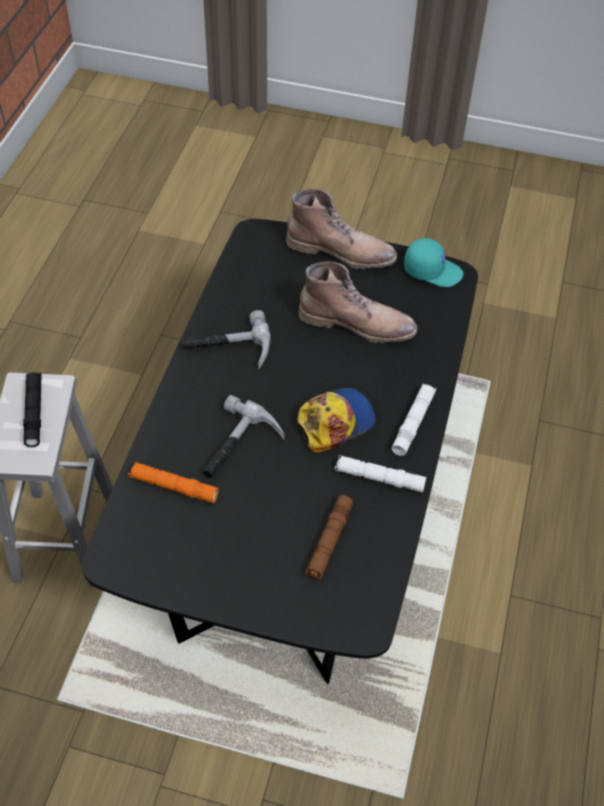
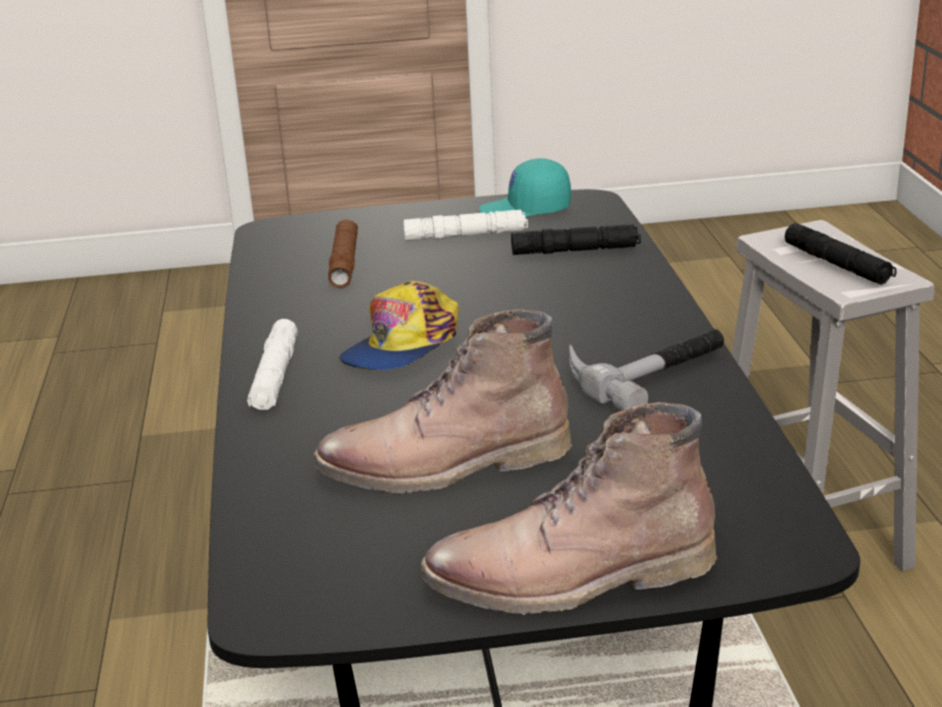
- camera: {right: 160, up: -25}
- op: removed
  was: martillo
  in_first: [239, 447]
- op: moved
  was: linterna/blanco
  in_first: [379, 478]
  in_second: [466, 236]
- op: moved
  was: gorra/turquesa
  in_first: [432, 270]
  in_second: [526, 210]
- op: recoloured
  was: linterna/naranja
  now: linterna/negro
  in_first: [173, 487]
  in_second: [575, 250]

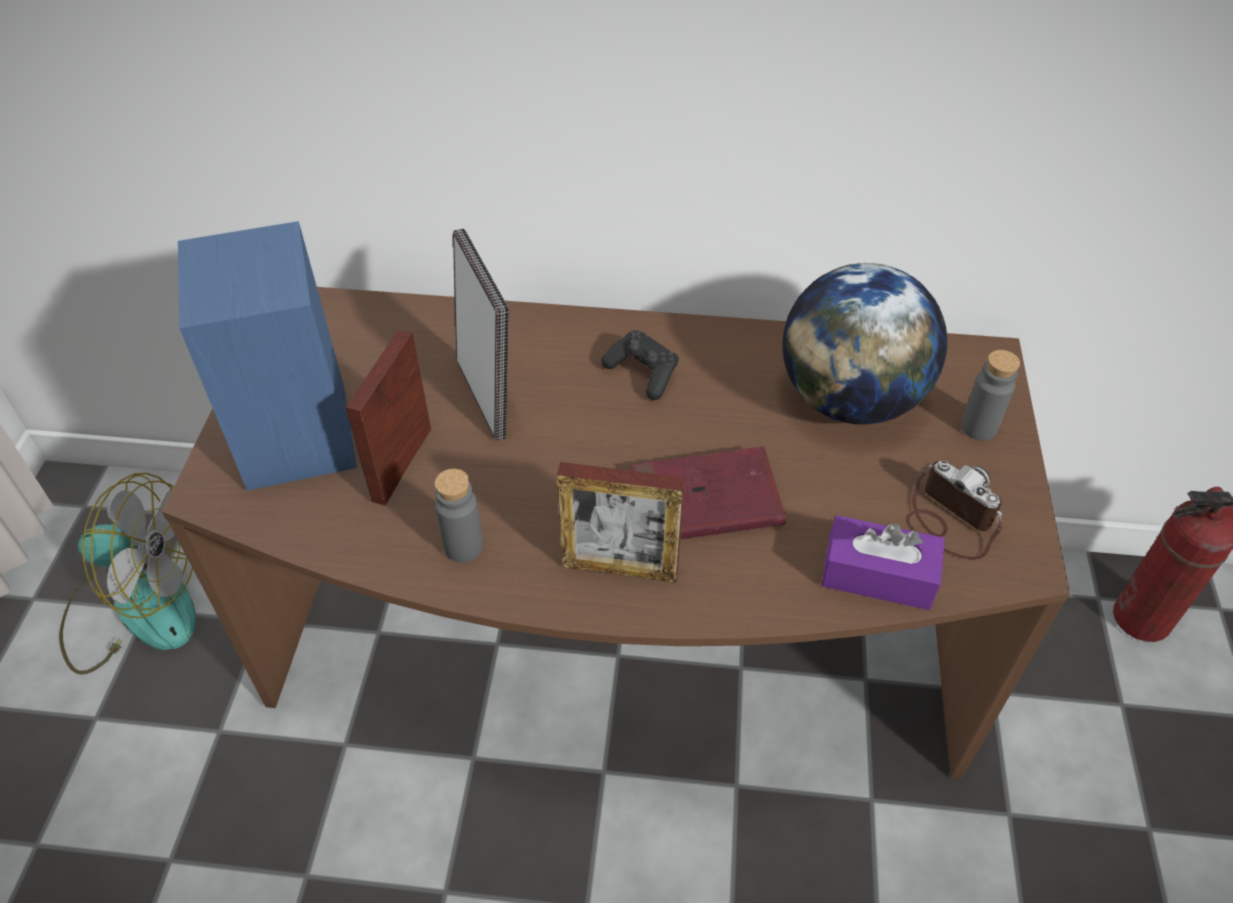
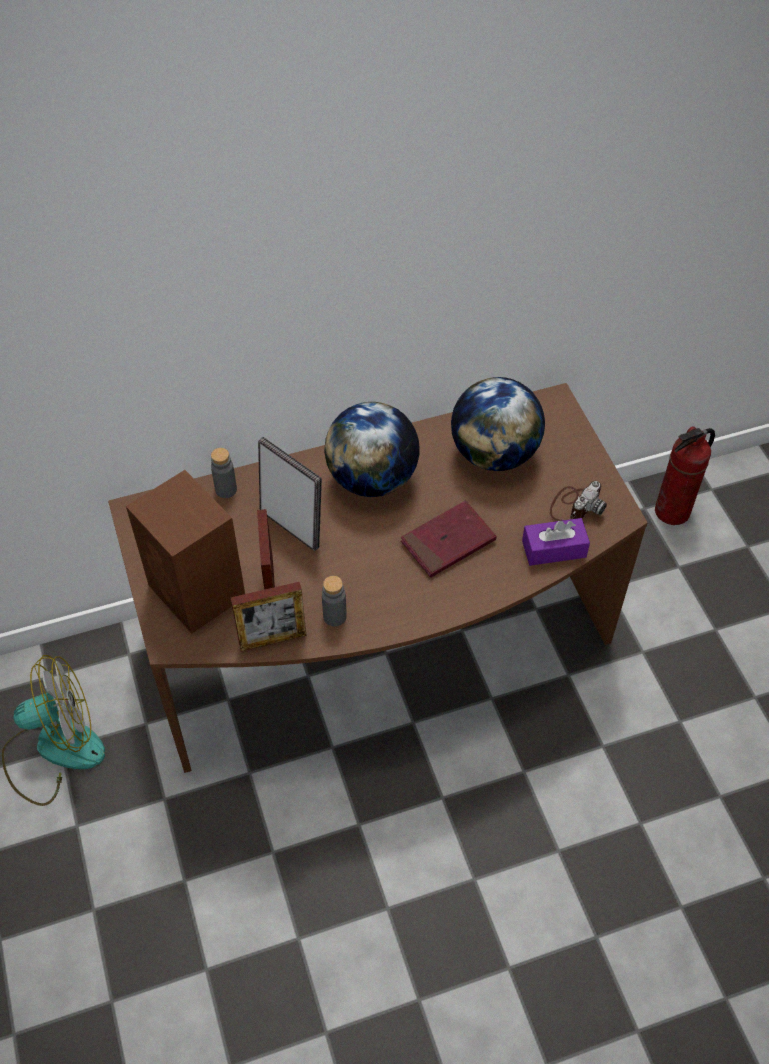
- camera: {right: -25, up: 5}
- op: moved
  was: portarretratos
  in_first: [620, 568]
  in_second: [272, 639]
- op: moved
  was: botella/gris
  in_first: [978, 427]
  in_second: [226, 490]
- op: replaced
  was: mando de consola/negro
  now: globo terráqueo
  in_first: [643, 373]
  in_second: [372, 479]
- op: recoloured
  was: altavoz/azul
  now: altavoz/marrón
  in_first: [297, 438]
  in_second: [198, 592]
- op: turned
  was: cámara
  in_first: [949, 520]
  in_second: [575, 505]
  clockwise: 105

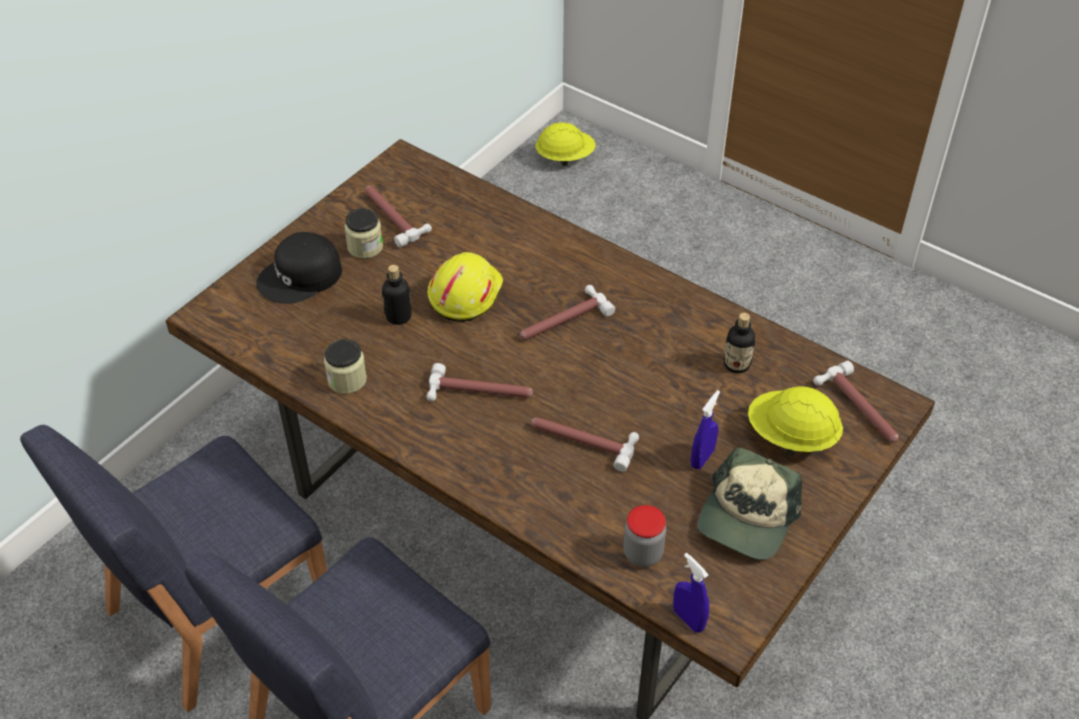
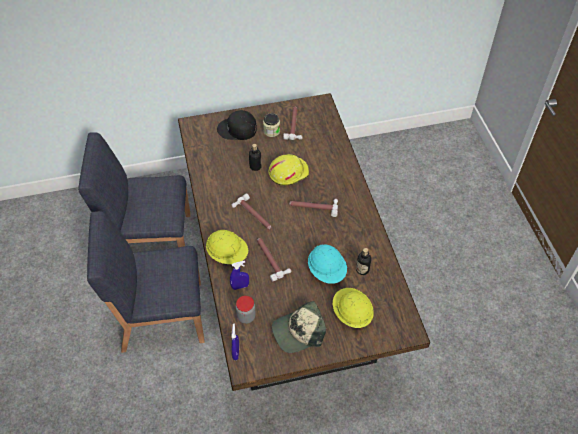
- camera: {right: 40, up: 5}
- op: removed
  was: tarro
  in_first: [347, 380]
- op: removed
  was: martillo
  in_first: [859, 409]
- op: added
  now: casco/turquesa
  in_second: [327, 271]
- op: moved
  was: casco/amarillo
  in_first: [565, 157]
  in_second: [228, 254]
- op: moved
  was: pulverizador/azul
  in_first: [702, 458]
  in_second: [240, 286]

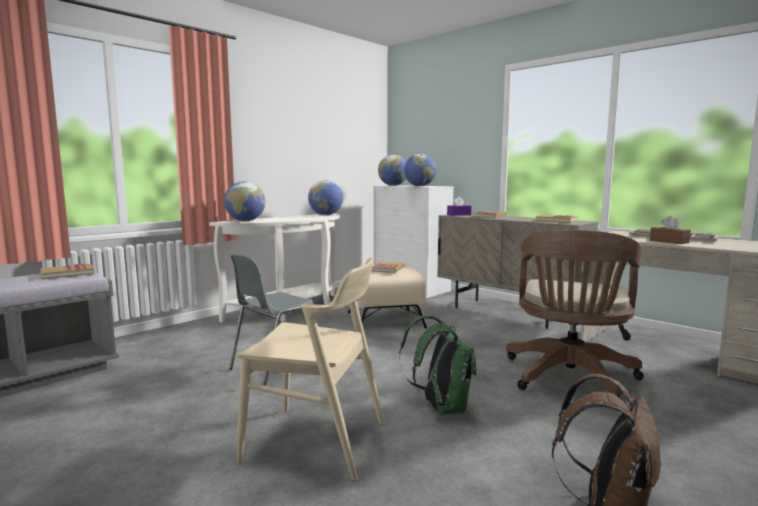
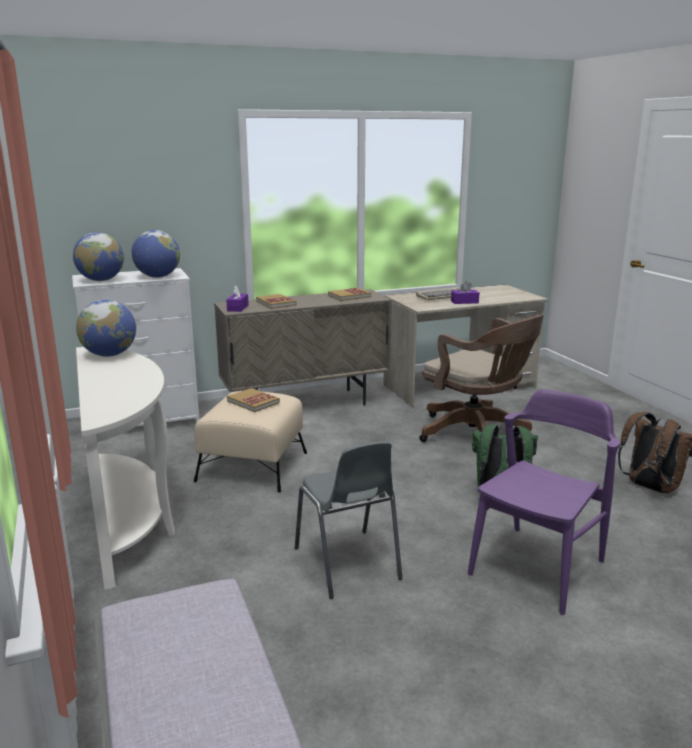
- camera: {right: -65, up: 10}
- op: removed
  was: libro
  in_first: [67, 273]
- op: removed
  was: globo terráqueo
  in_first: [245, 221]
- op: recoloured
  was: silla/beis
  now: silla/morado
  in_first: [316, 441]
  in_second: [537, 568]
- op: recoloured
  was: caja de pañuelos/marrón
  now: caja de pañuelos/morado
  in_first: [669, 241]
  in_second: [464, 302]

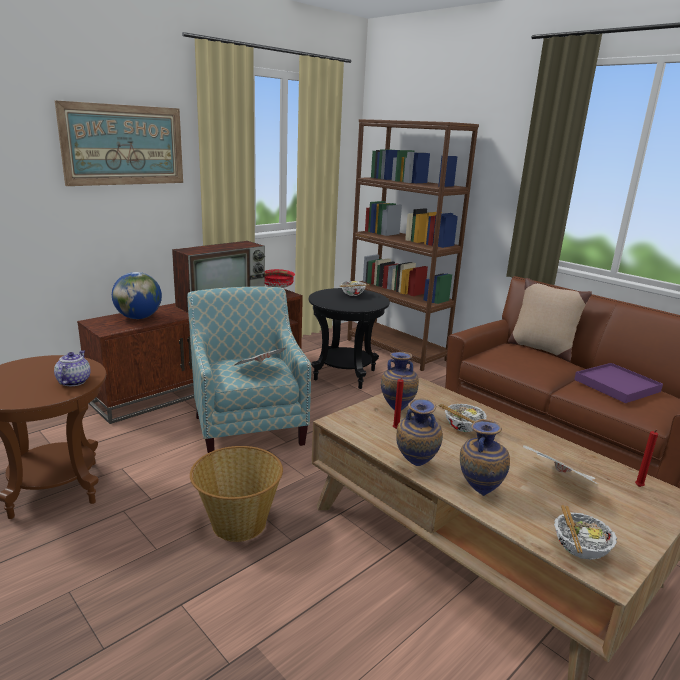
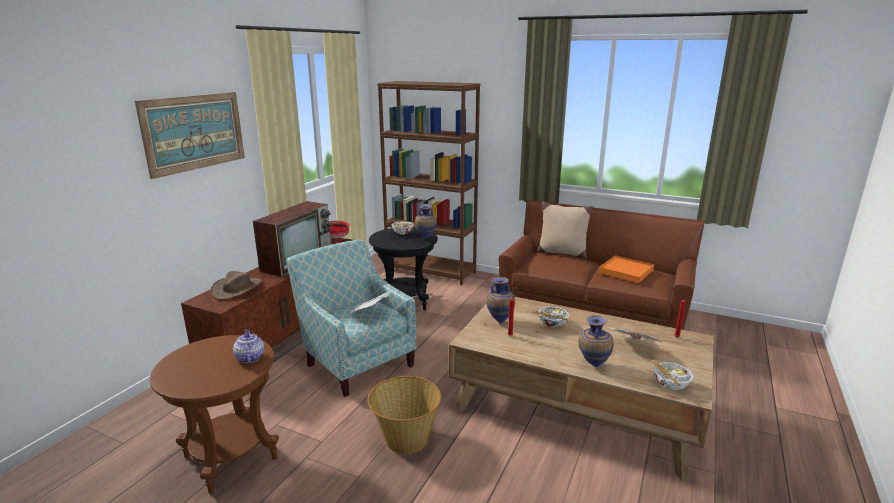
- camera: {right: -20, up: 0}
- op: moved
  was: florero
  in_first: [415, 466]
  in_second: [425, 238]
- op: replaced
  was: globo terráqueo
  now: sombrero/marrón
  in_first: [138, 317]
  in_second: [237, 288]
- op: recoloured
  was: bandeja/morado
  now: bandeja/naranja
  in_first: [617, 385]
  in_second: [626, 271]

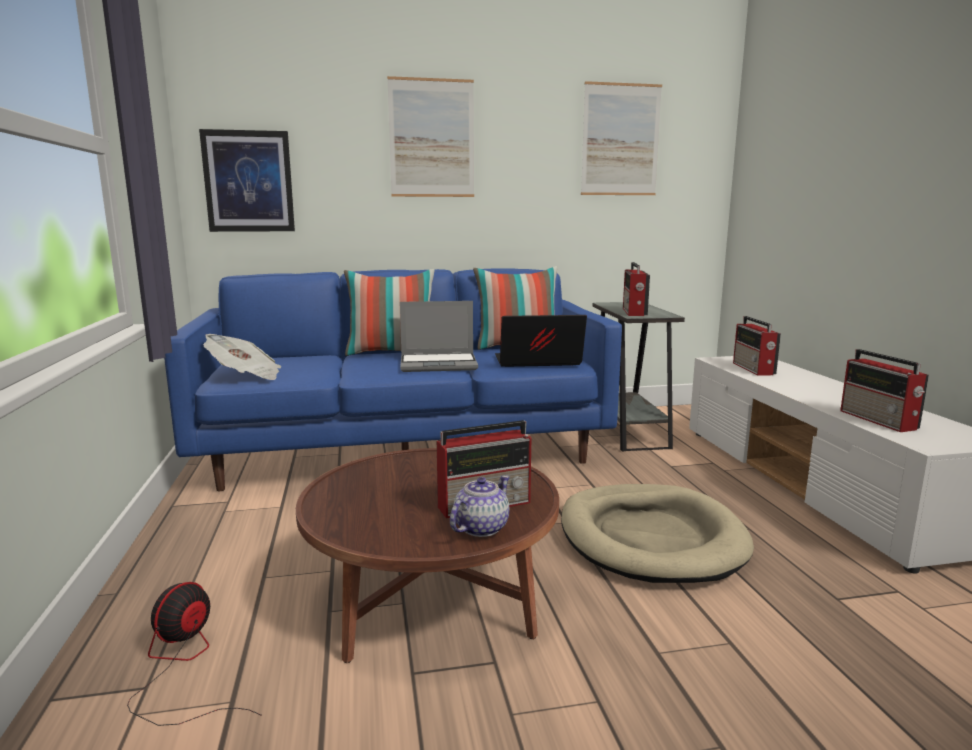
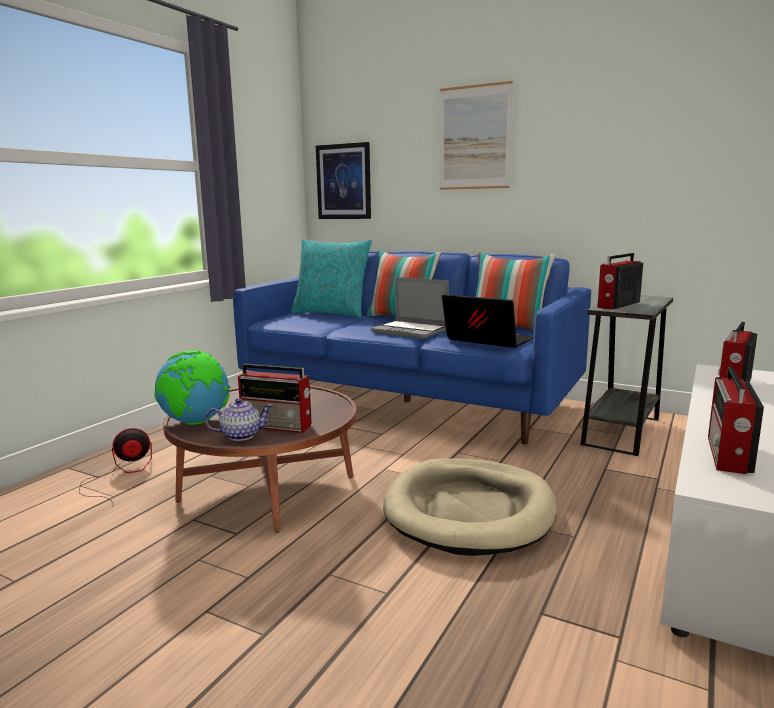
- camera: {right: 40, up: 0}
- op: removed
  was: periódico
  in_first: [246, 376]
- op: removed
  was: cuadro
  in_first: [620, 140]
- op: added
  now: globo terráqueo
  in_second: [195, 422]
- op: added
  now: cojín/turquesa
  in_second: [331, 313]

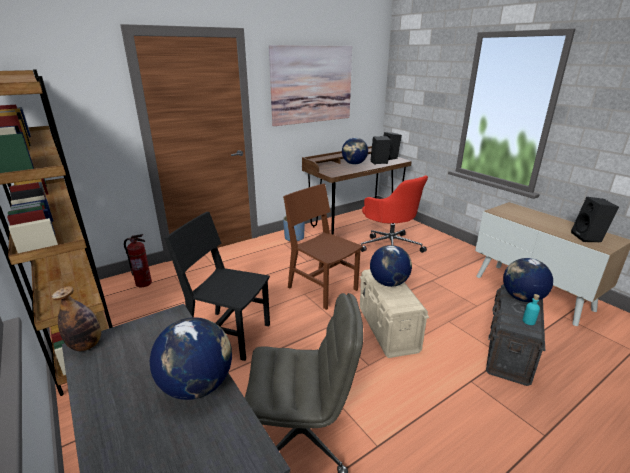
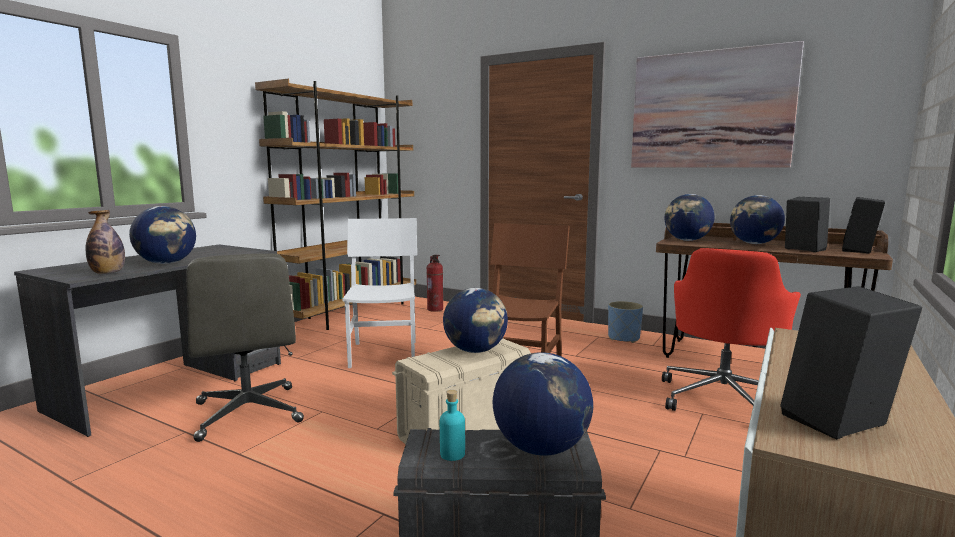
- camera: {right: 65, up: -15}
- op: added
  now: globo terráqueo
  in_second: [687, 240]
- op: moved
  was: botella
  in_first: [86, 345]
  in_second: [108, 273]
- op: recoloured
  was: silla/negro
  now: silla/blanco
  in_first: [229, 334]
  in_second: [384, 354]

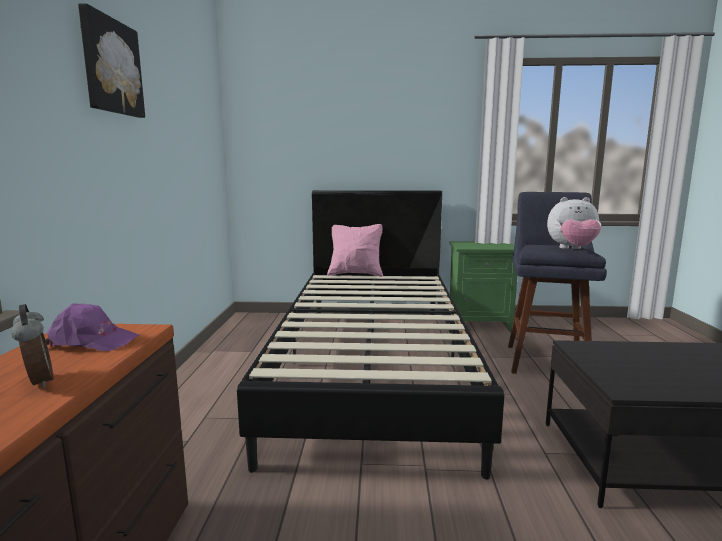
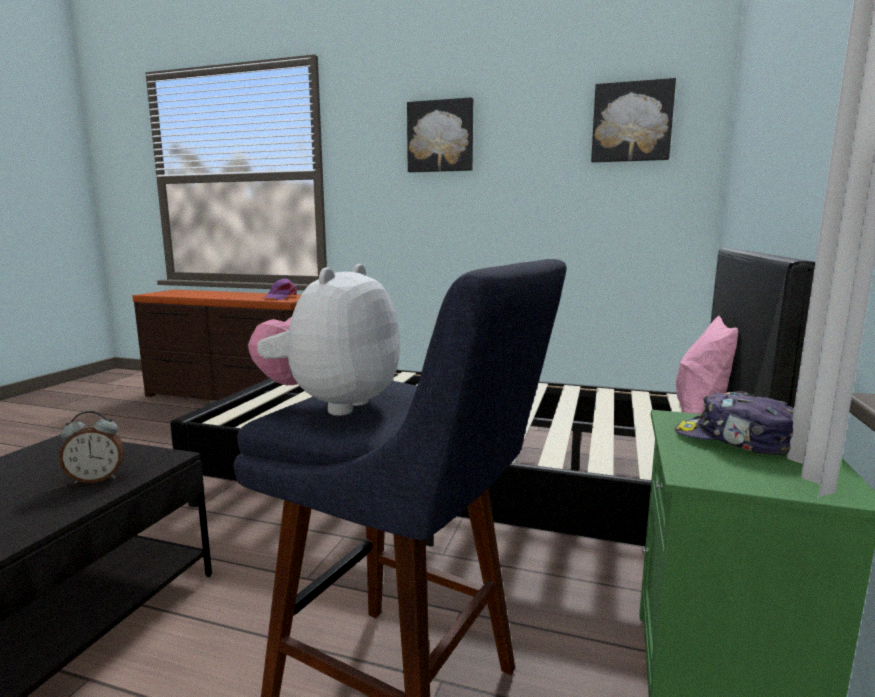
- camera: {right: 105, up: 0}
- op: added
  now: cuadro
  in_second: [631, 122]
- op: added
  now: gorra
  in_second: [734, 441]
- op: moved
  was: despertador
  in_first: [38, 382]
  in_second: [96, 479]

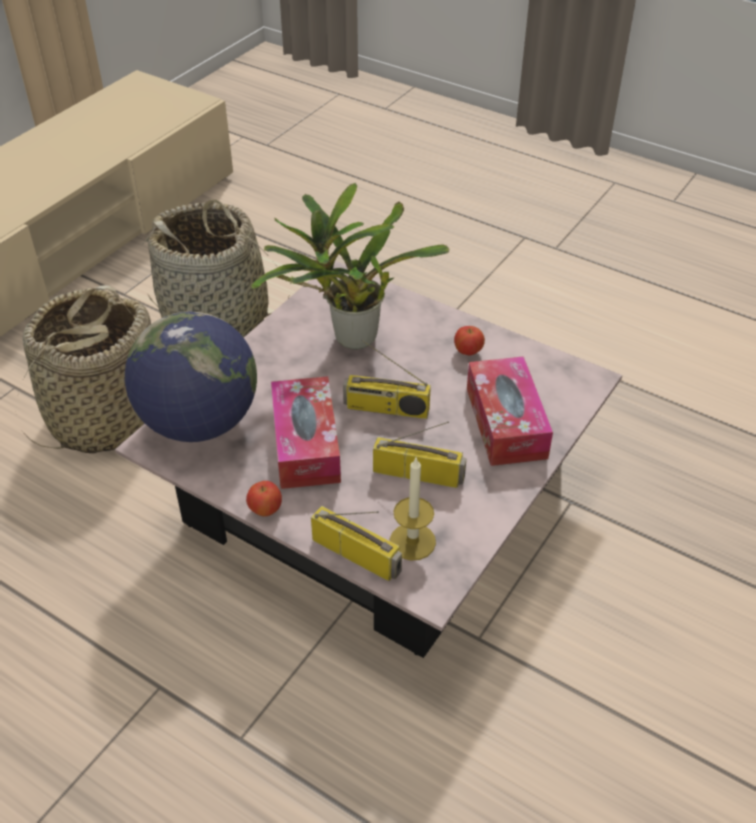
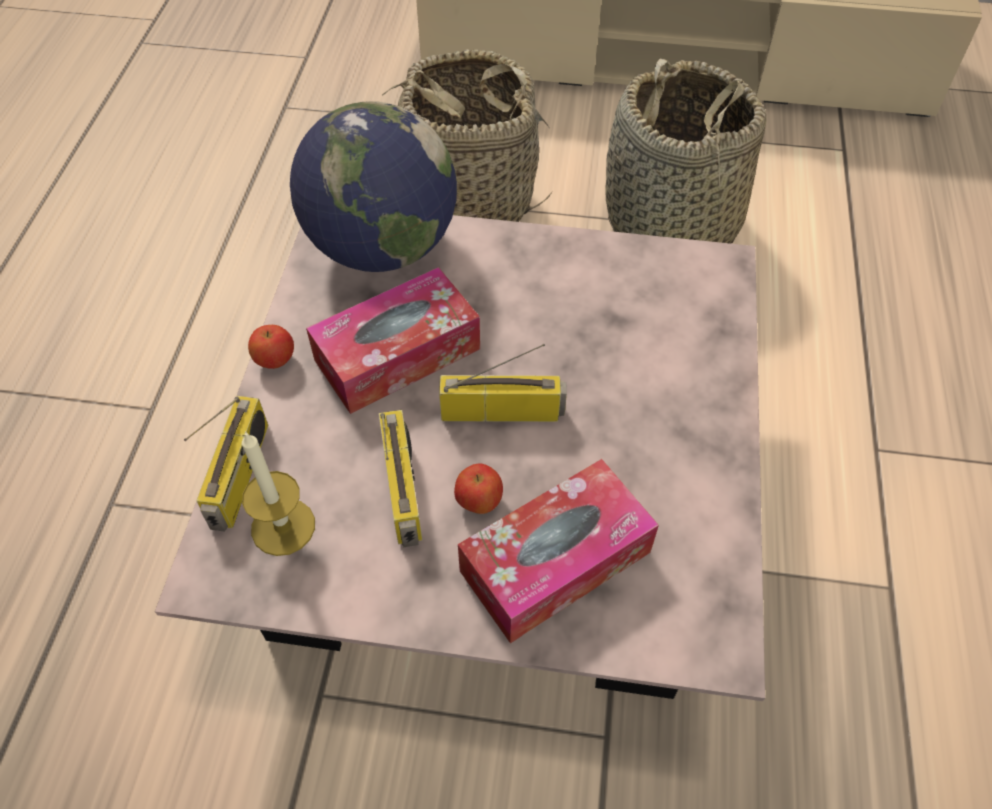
- camera: {right: 65, up: 10}
- op: removed
  was: planta en maceta
  in_first: [349, 338]
- op: moved
  was: manzana
  in_first: [468, 352]
  in_second: [479, 501]
- op: turned
  was: radio
  in_first: [386, 409]
  in_second: [502, 410]
  clockwise: 105

